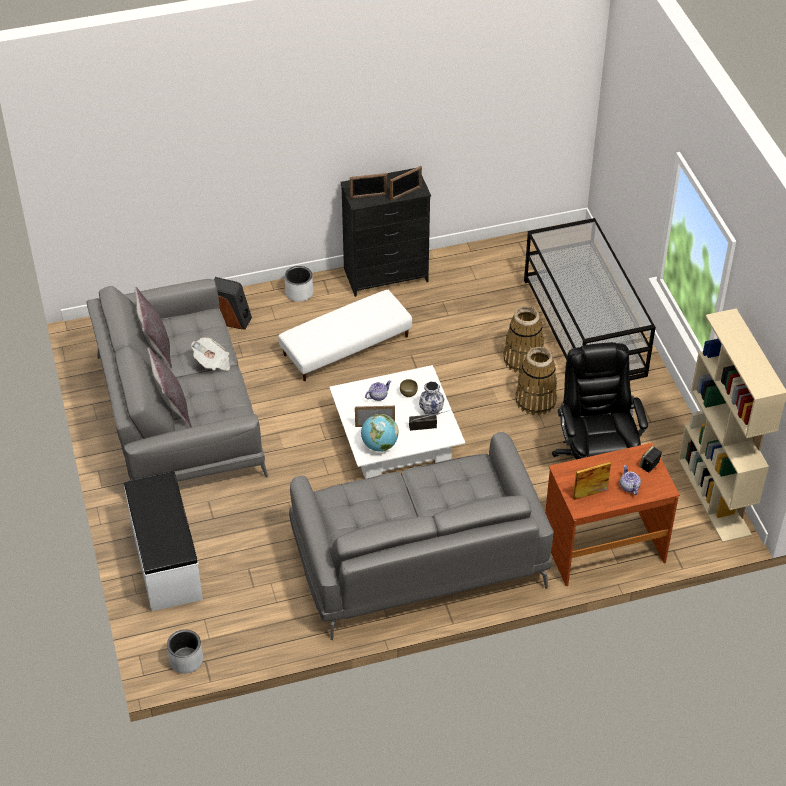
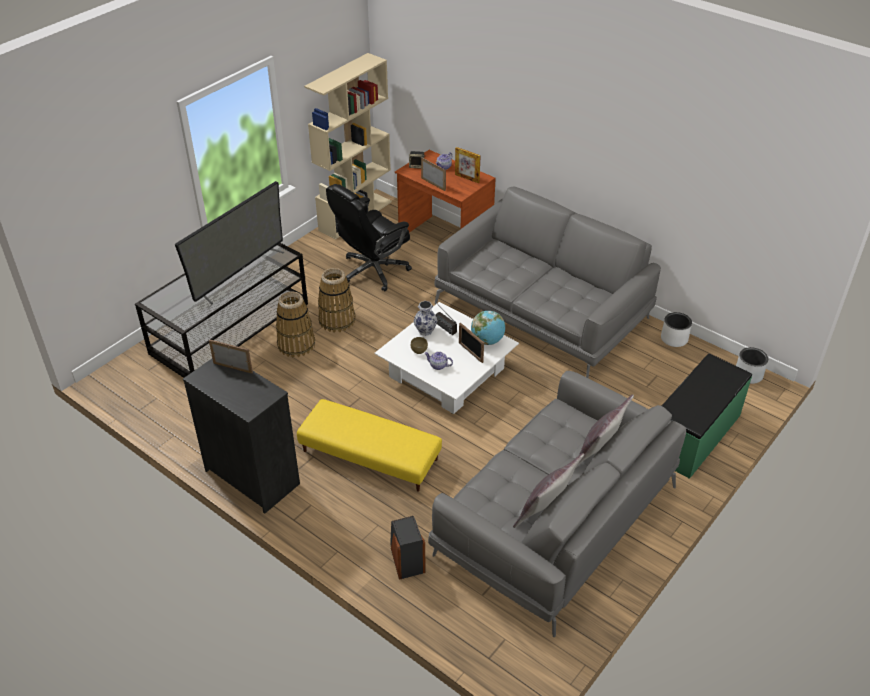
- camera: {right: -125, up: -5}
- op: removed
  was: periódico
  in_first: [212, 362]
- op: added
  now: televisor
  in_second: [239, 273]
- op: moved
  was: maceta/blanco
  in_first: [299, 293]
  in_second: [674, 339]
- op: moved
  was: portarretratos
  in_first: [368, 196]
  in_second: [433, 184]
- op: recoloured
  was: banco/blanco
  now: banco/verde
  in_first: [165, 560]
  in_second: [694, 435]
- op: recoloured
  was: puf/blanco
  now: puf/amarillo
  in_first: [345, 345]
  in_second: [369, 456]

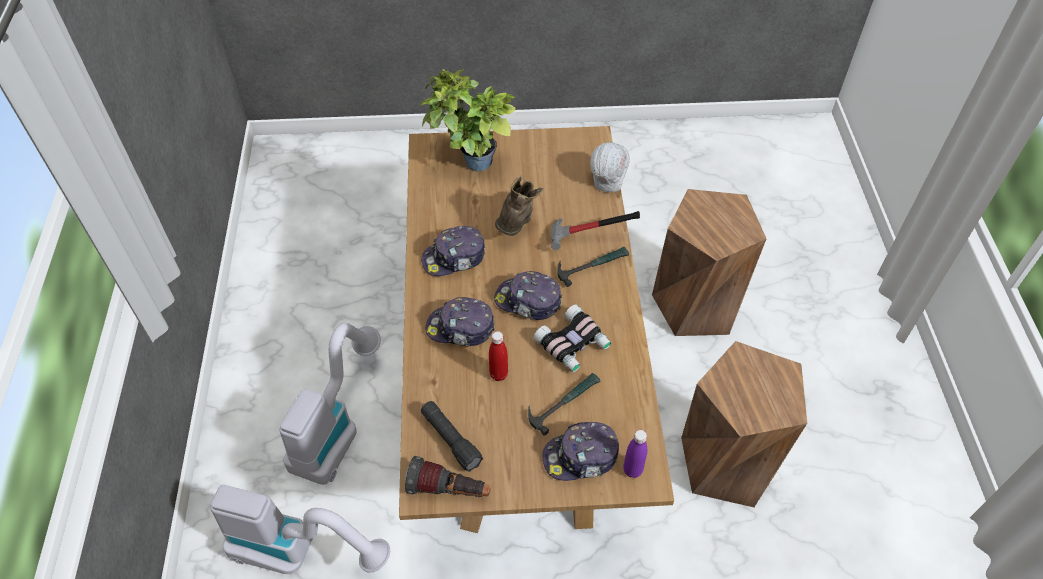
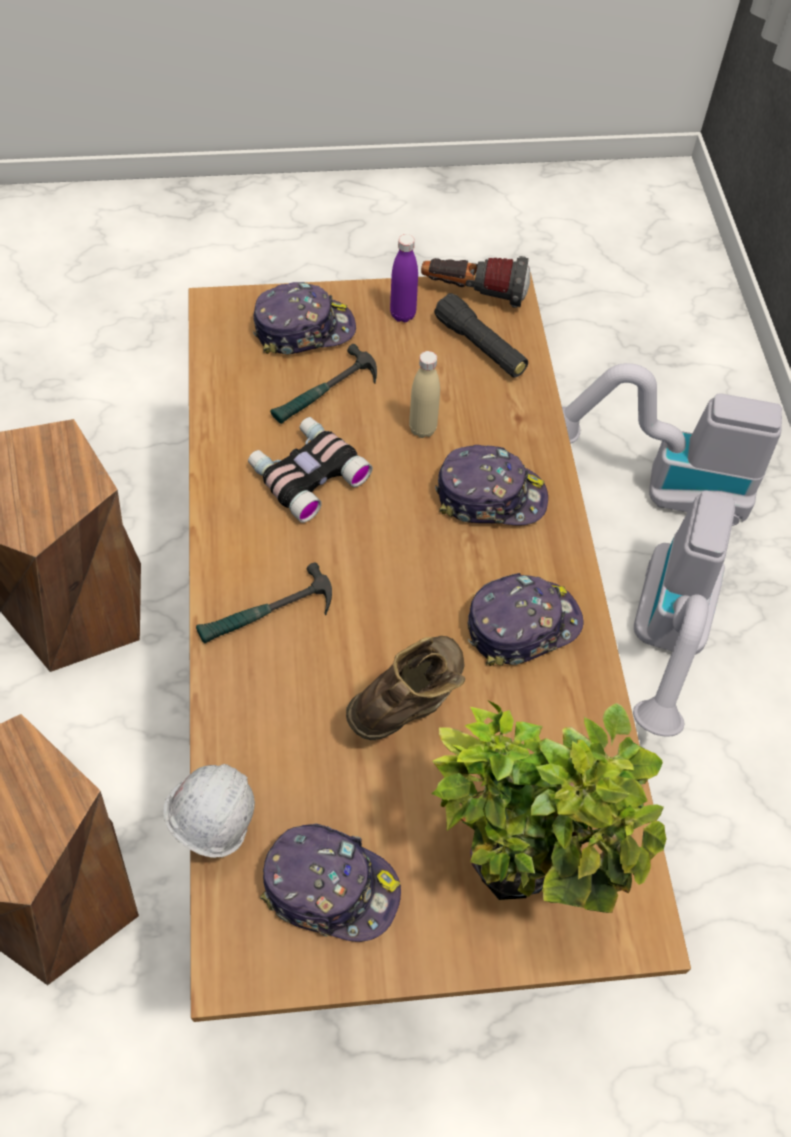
- camera: {right: 175, up: 5}
- op: removed
  was: martillo
  in_first: [587, 240]
- op: moved
  was: gorra
  in_first: [528, 301]
  in_second: [330, 887]
- op: moved
  was: botella/morado
  in_first: [632, 470]
  in_second: [403, 314]
- op: recoloured
  was: botella/rojo
  now: botella/beis
  in_first: [498, 374]
  in_second: [422, 429]
- op: turned
  was: bota/marrón
  in_first: [517, 224]
  in_second: [410, 705]
  clockwise: -150

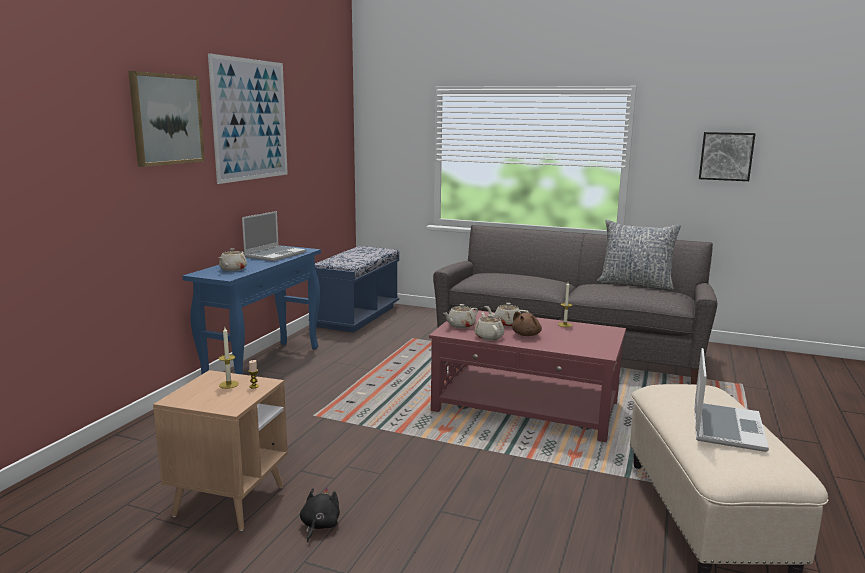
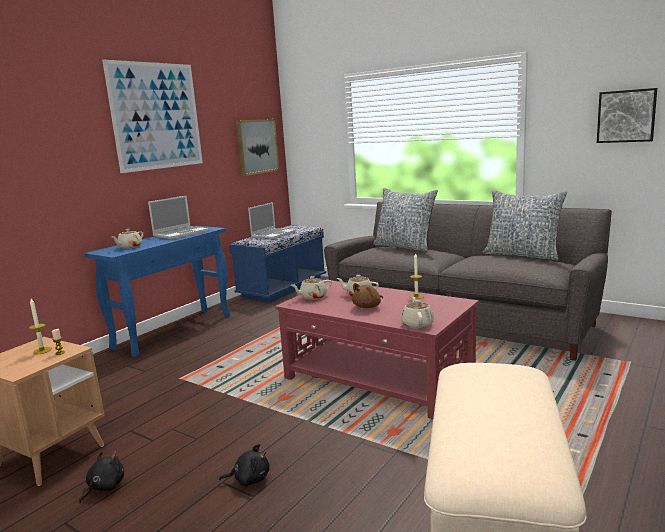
- camera: {right: 15, up: 0}
- op: added
  now: peluche/negro
  in_second: [249, 479]
- op: added
  now: cojín
  in_second: [404, 247]
- op: moved
  was: cuadro
  in_first: [166, 119]
  in_second: [257, 146]
- op: moved
  was: tetera/beis
  in_first: [488, 337]
  in_second: [417, 324]
- op: moved
  was: portátil
  in_first: [725, 427]
  in_second: [273, 234]

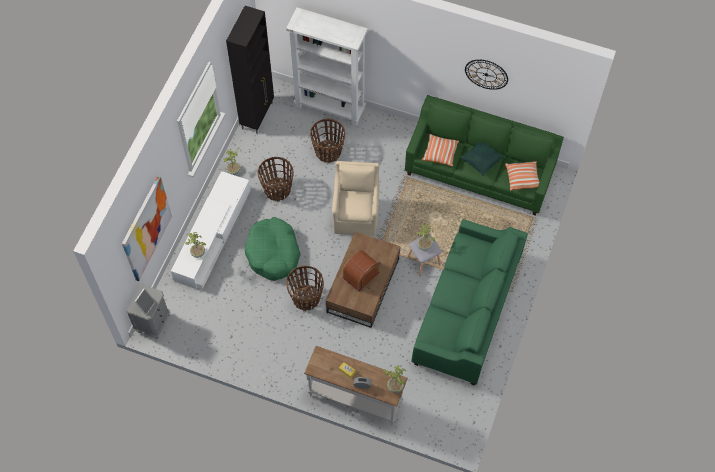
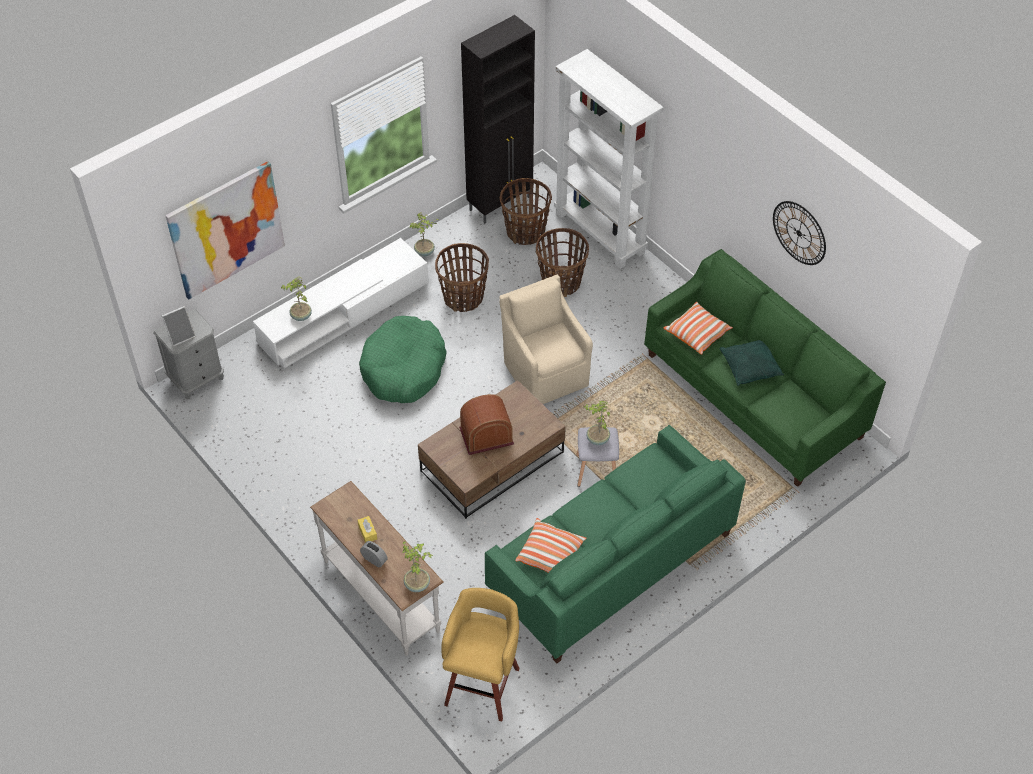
- camera: {right: 30, up: -10}
- op: added
  now: taburete/amarillo
  in_second: [483, 684]
- op: moved
  was: cesta
  in_first: [306, 298]
  in_second: [525, 232]
- op: moved
  was: cojín
  in_first: [522, 178]
  in_second: [550, 554]
- op: turned
  was: sillón/beis
  in_first: [356, 214]
  in_second: [545, 372]
  clockwise: -60

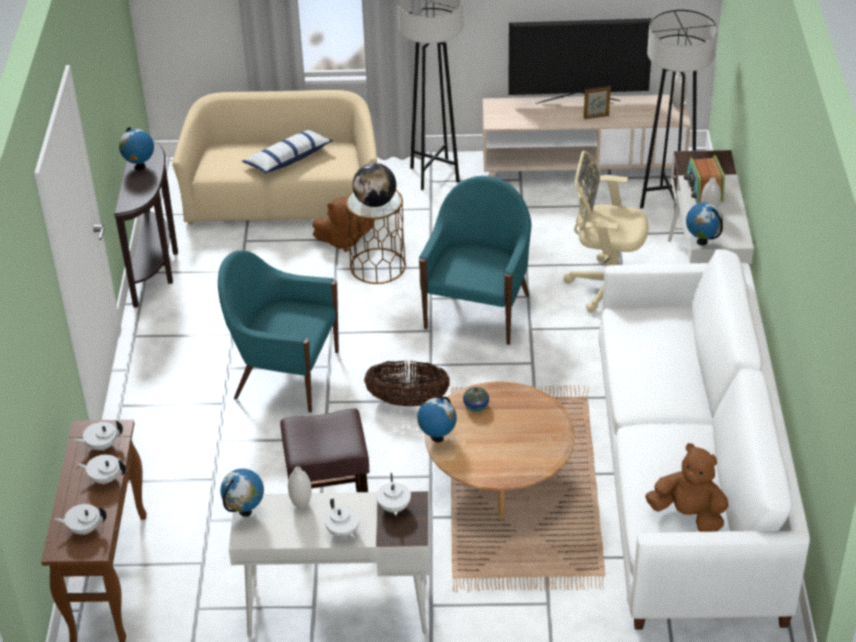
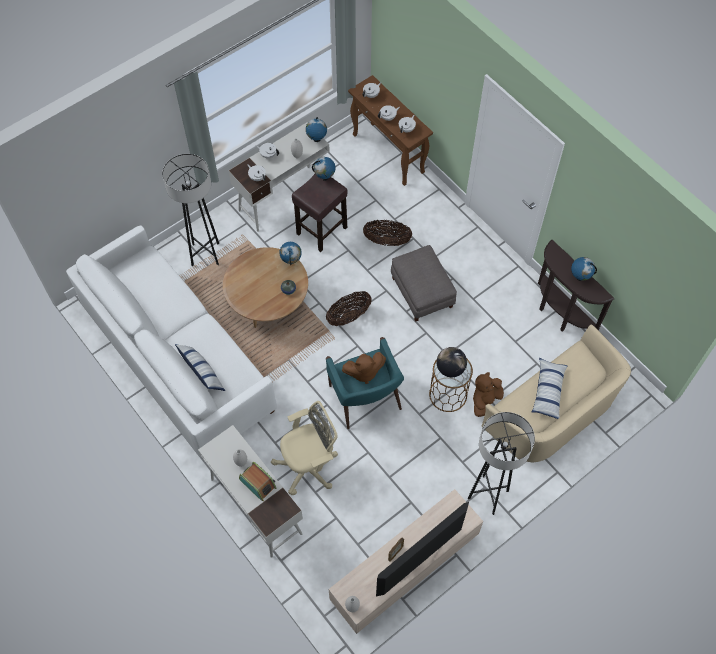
- camera: {right: 140, up: 20}
- op: added
  now: cojín
  in_second: [202, 372]
- op: added
  now: cesta
  in_second: [387, 241]
- op: moved
  was: lámpara de pie/gris
  in_first: [667, 204]
  in_second: [205, 254]
- op: moved
  was: peluche/marrón
  in_first: [688, 514]
  in_second: [363, 372]
- op: moved
  was: globo terráqueo
  in_first: [702, 241]
  in_second: [324, 177]
- op: replaced
  was: sillón/turquesa
  now: puf/gris
  in_first: [284, 374]
  in_second: [422, 292]

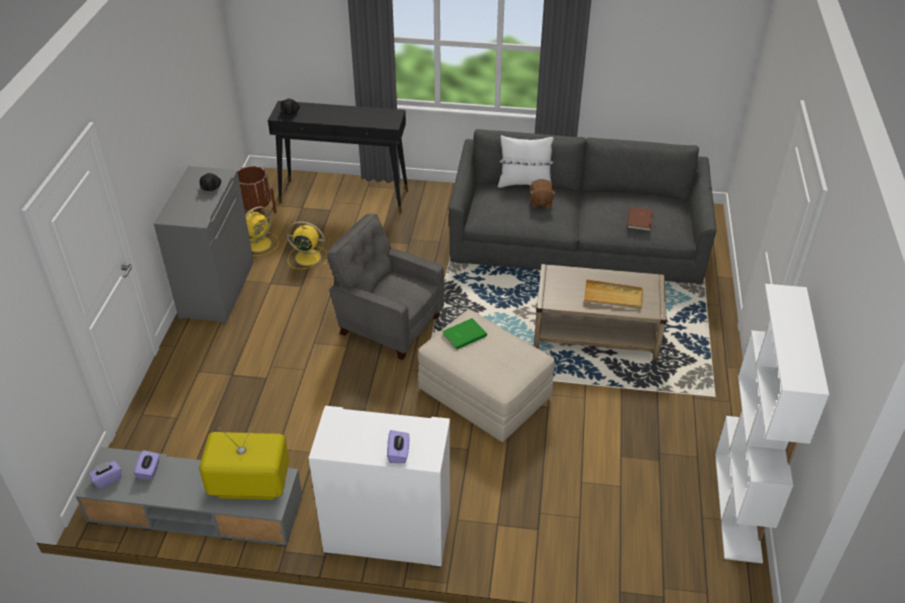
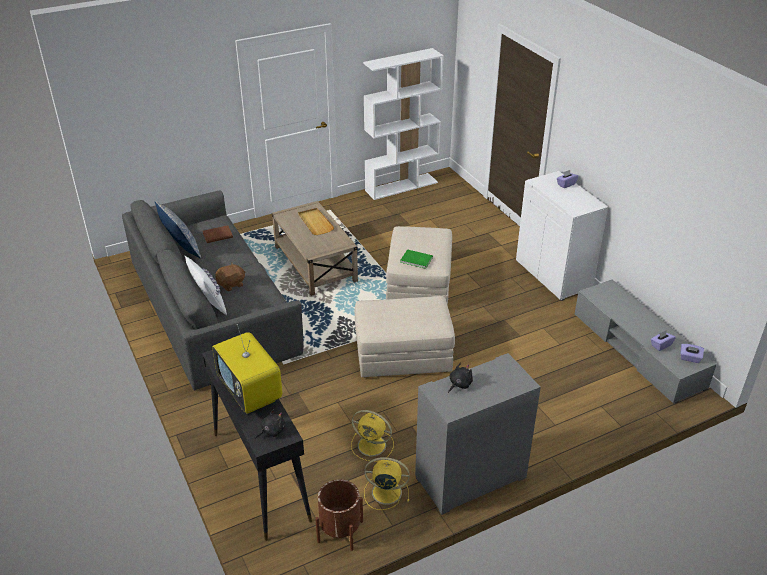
- camera: {right: -125, up: -5}
- op: added
  now: cojín
  in_second: [181, 249]
- op: moved
  was: televisor
  in_first: [249, 486]
  in_second: [251, 393]
- op: replaced
  was: sillón/gris
  now: puf/beis
  in_first: [388, 324]
  in_second: [402, 354]
- op: turned
  was: ventilador/amarillo
  in_first: [307, 257]
  in_second: [373, 446]
  clockwise: -45

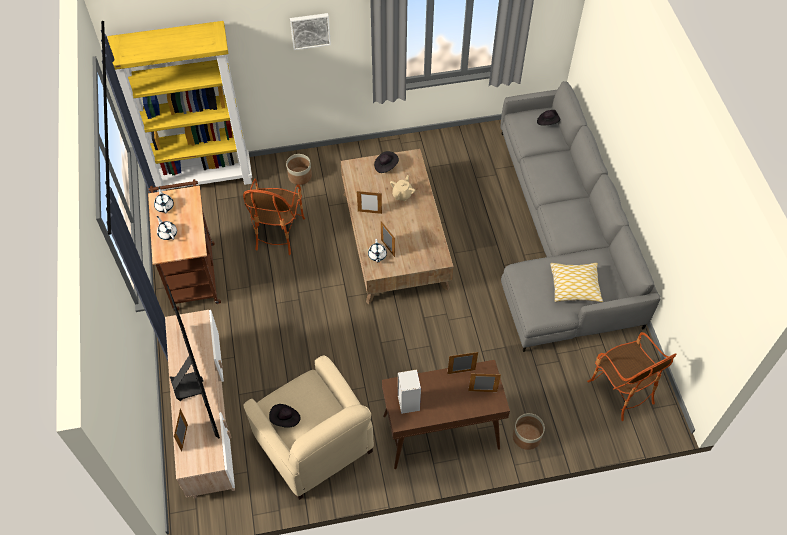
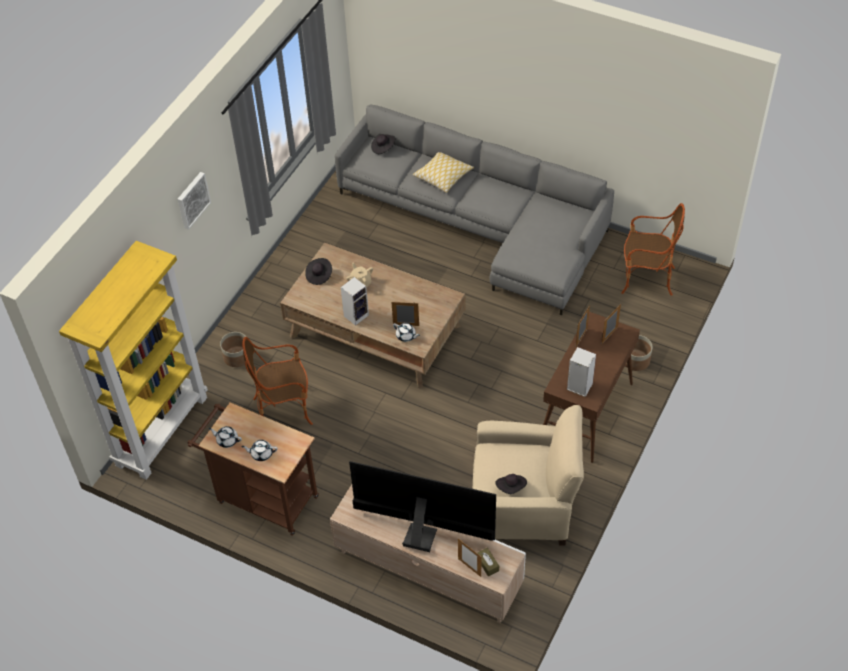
- camera: {right: -50, up: -5}
- op: added
  now: caja de pañuelos/marrón
  in_second: [487, 564]
- op: moved
  was: cojín
  in_first: [574, 286]
  in_second: [443, 176]
- op: replaced
  was: portarretratos
  now: altavoz
  in_first: [369, 212]
  in_second: [356, 315]
- op: turned
  was: sillón
  in_first: [278, 232]
  in_second: [283, 408]
  clockwise: 120

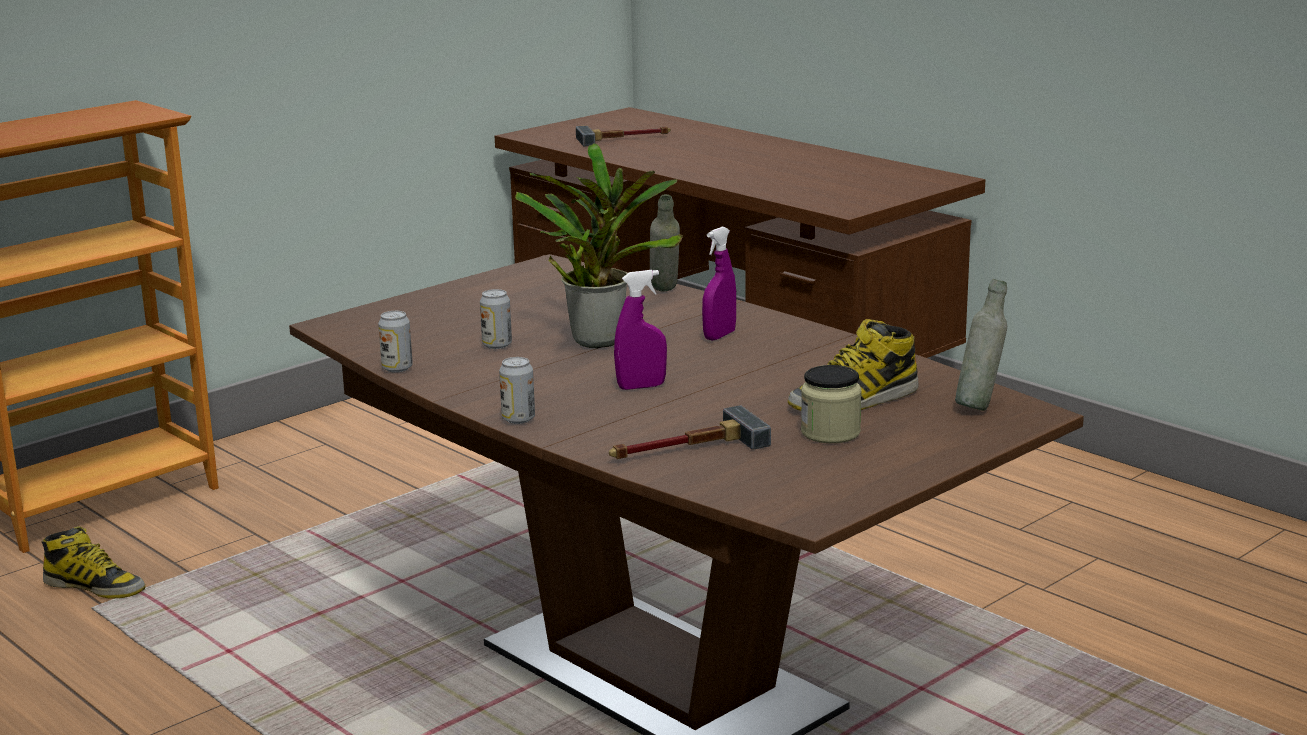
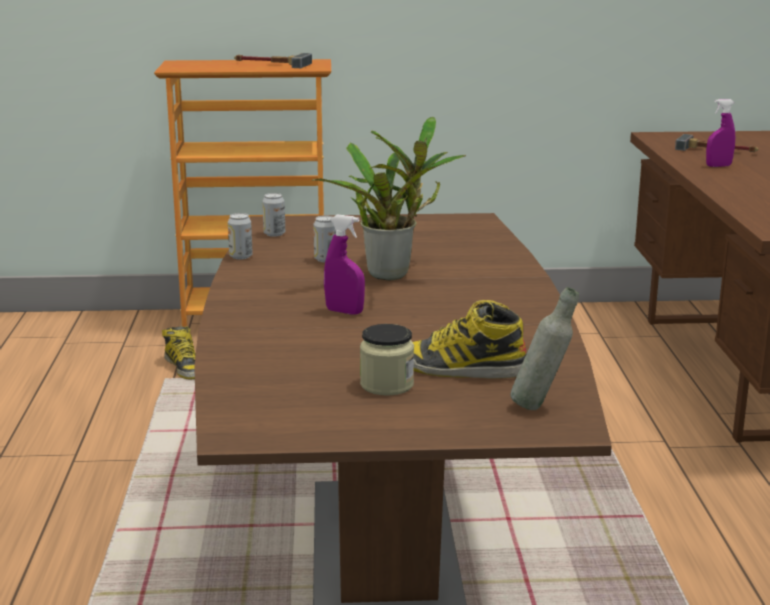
- camera: {right: 40, up: 0}
- op: removed
  was: botella/gris
  in_first: [665, 292]
- op: moved
  was: lata
  in_first: [518, 419]
  in_second: [274, 234]
- op: moved
  was: martillo
  in_first: [684, 449]
  in_second: [270, 64]
- op: moved
  was: pulverizador/morado
  in_first: [719, 336]
  in_second: [718, 166]

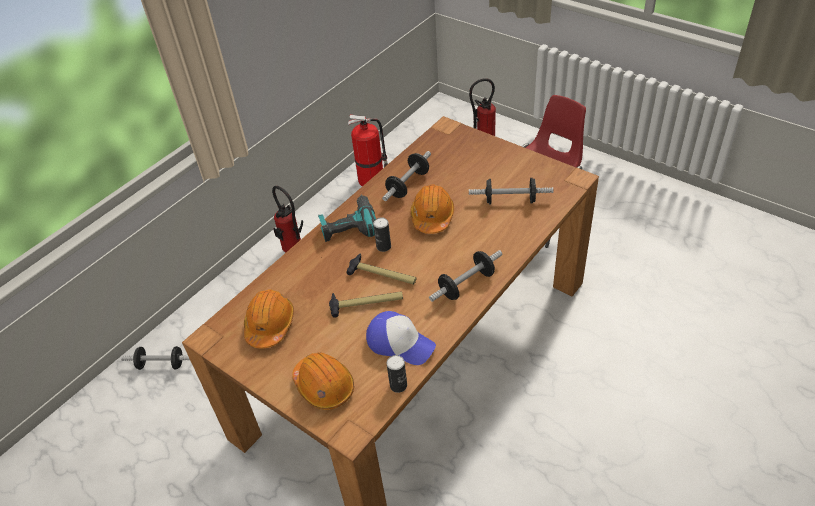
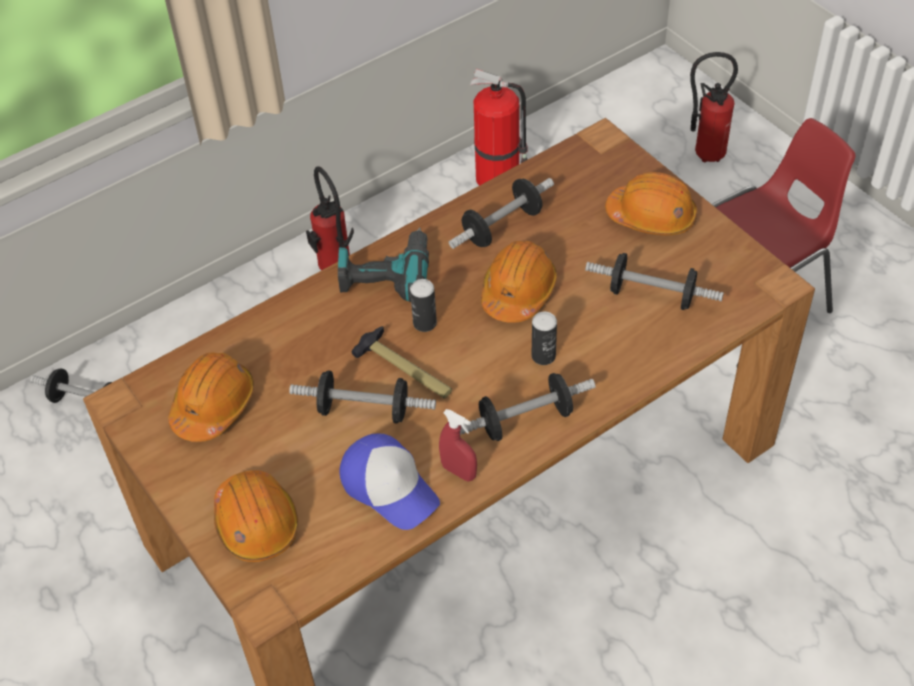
- camera: {right: 15, up: 5}
- op: added
  now: pulverizador/rojo
  in_second: [459, 471]
- op: added
  now: casco/naranja
  in_second: [652, 216]
- op: moved
  was: lata
  in_first: [398, 385]
  in_second: [543, 356]
- op: replaced
  was: martillo
  now: mancuerna
  in_first: [366, 303]
  in_second: [364, 410]

